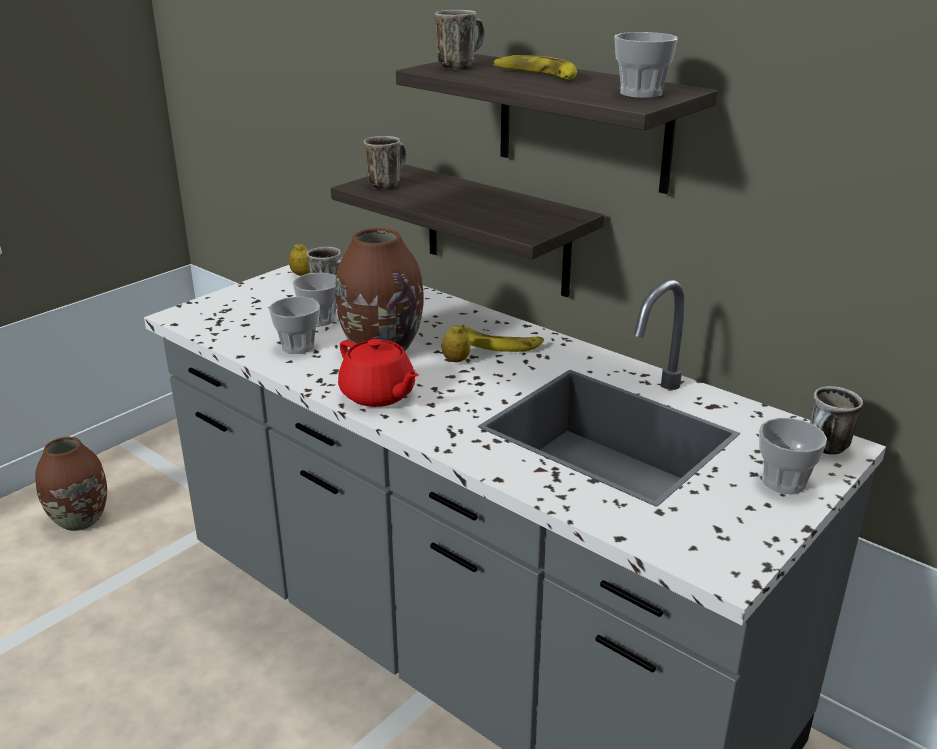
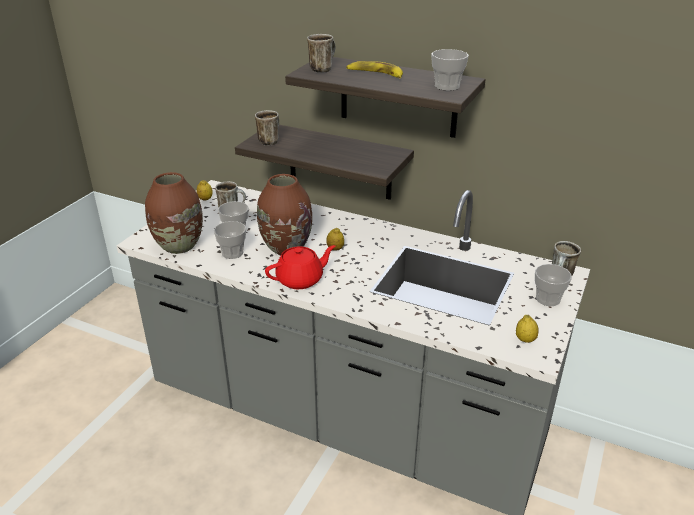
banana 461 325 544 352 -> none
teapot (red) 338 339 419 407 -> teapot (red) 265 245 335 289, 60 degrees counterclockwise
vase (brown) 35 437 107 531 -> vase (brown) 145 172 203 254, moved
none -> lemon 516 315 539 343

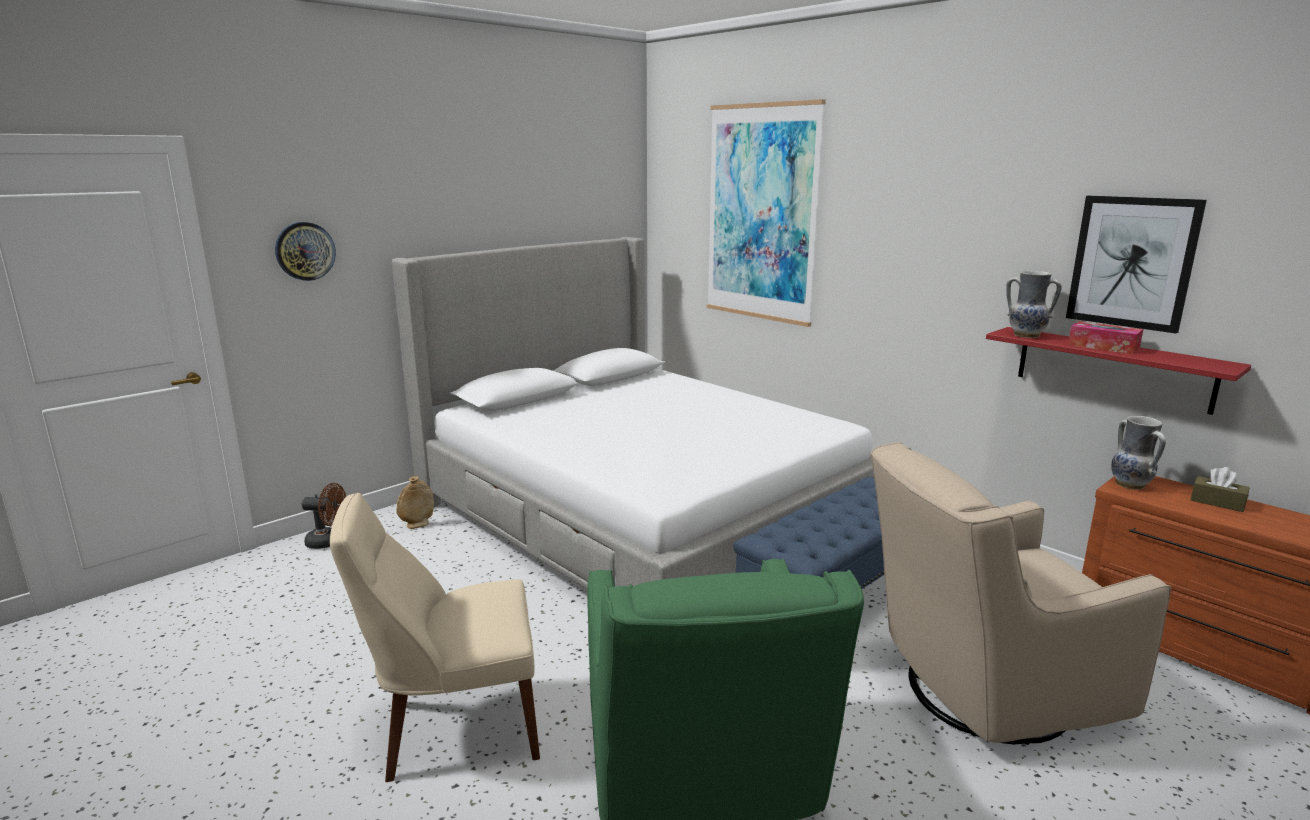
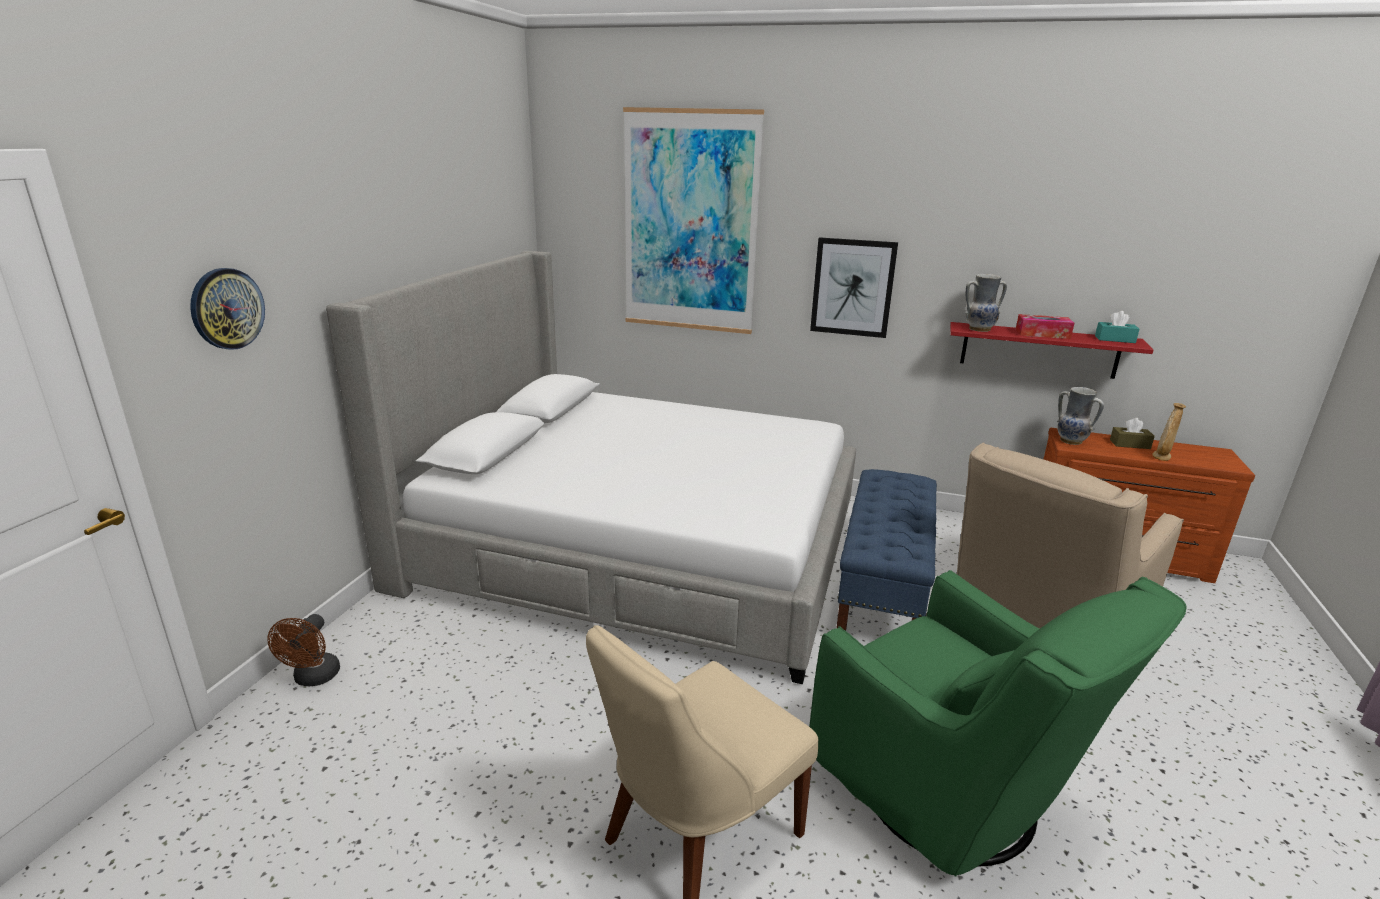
picture 1066 196 1207 333 -> picture 810 237 898 338, moved
vase (beige) 396 476 434 529 -> vase (beige) 1152 403 1186 461, moved
fan (brown) 302 483 346 549 -> fan (brown) 267 614 340 686, 120 degrees clockwise
none -> tissue box (turquoise) 1095 311 1140 343

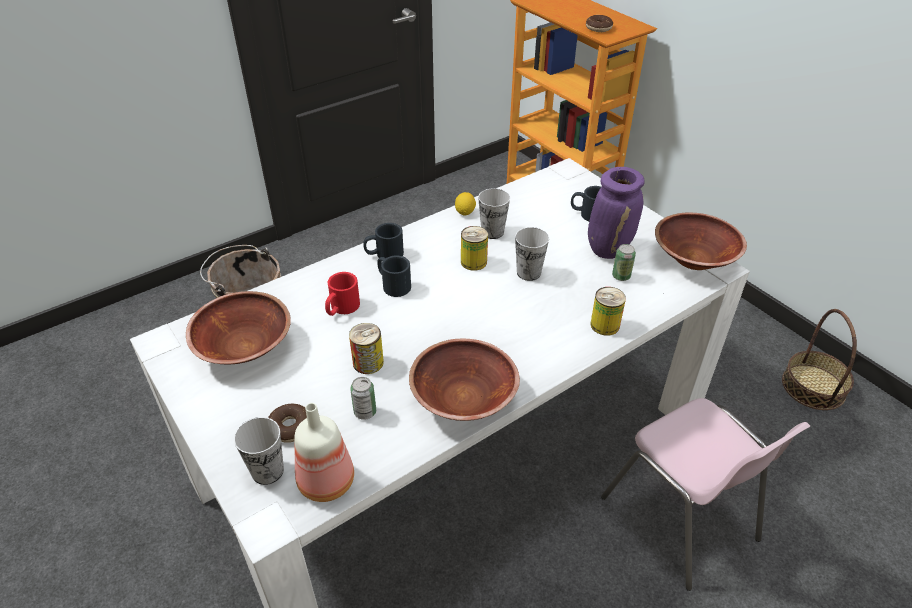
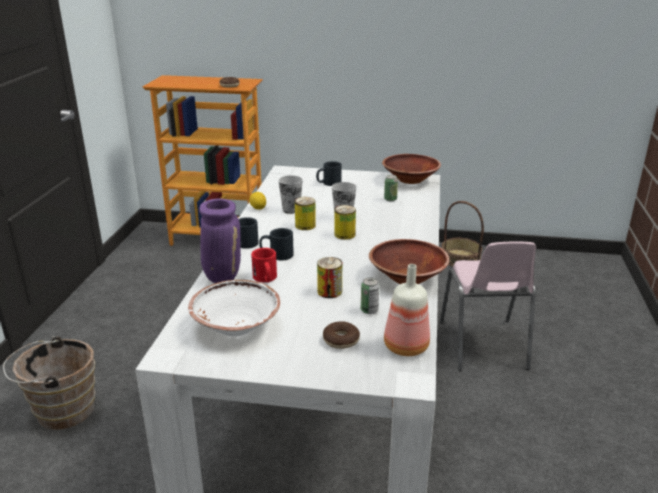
vase (purple) 588 167 645 259 -> vase (purple) 199 199 241 283, moved
can 590 287 626 336 -> can 334 205 356 240, moved
bowl (brown) 186 291 291 364 -> bowl (white) 188 280 280 336
chair (pink) 601 398 810 591 -> chair (pink) 440 242 536 371, 75 degrees clockwise
cup 234 417 284 485 -> none

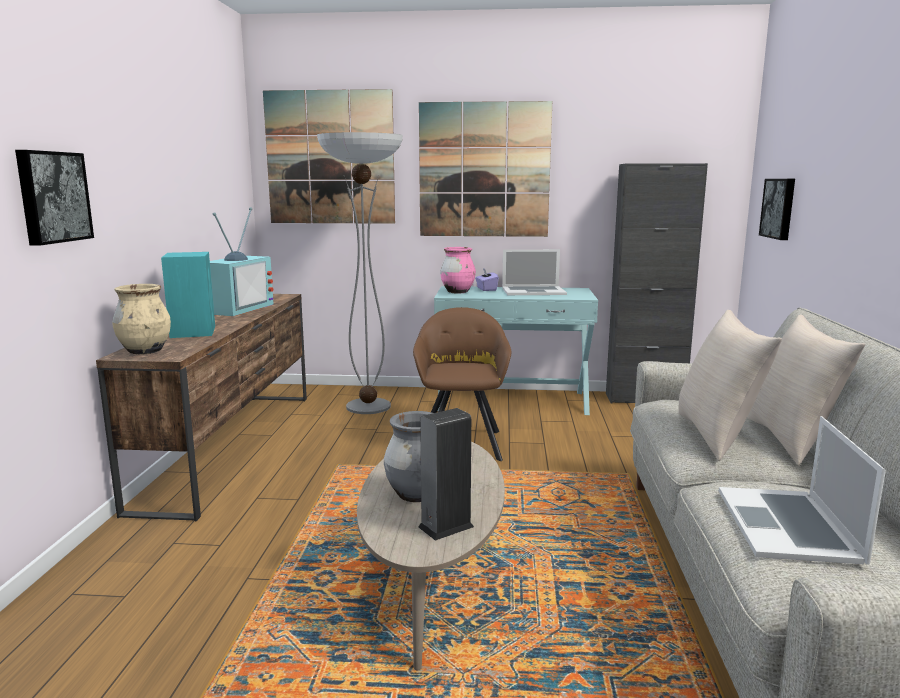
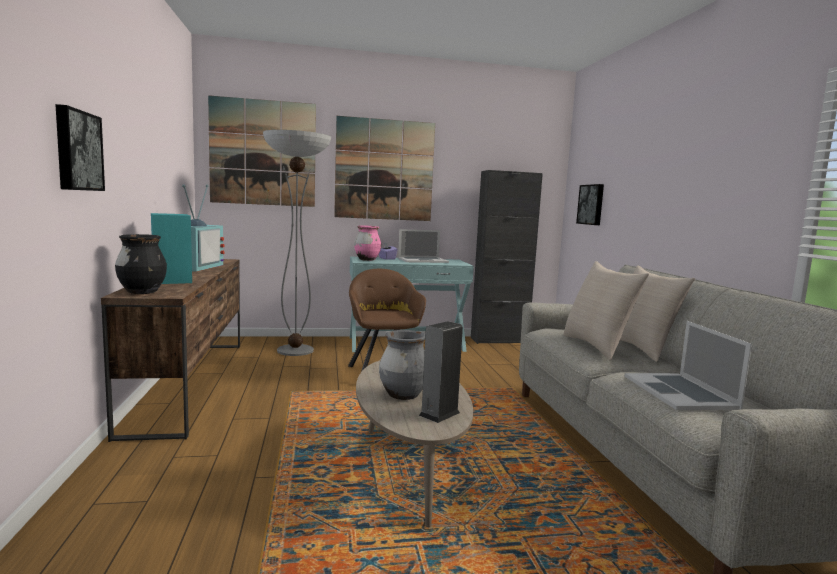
vase (beige) 112 284 171 355 -> vase (black) 115 234 167 294

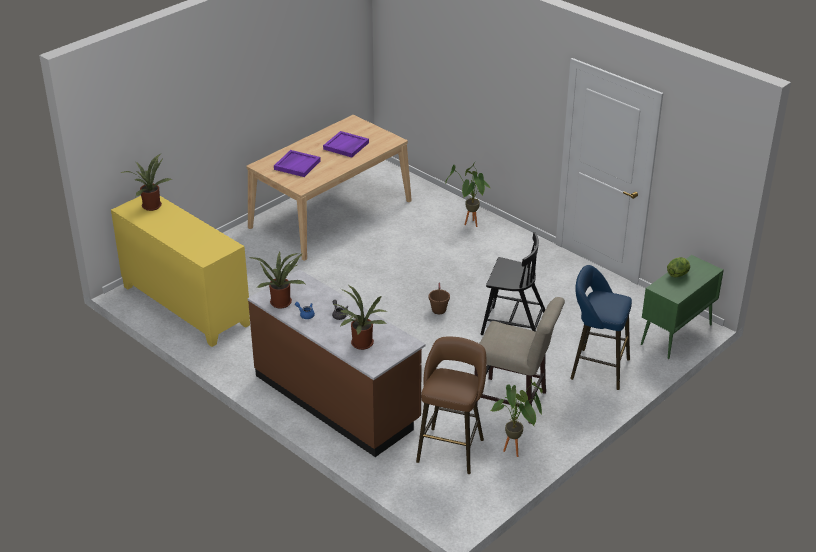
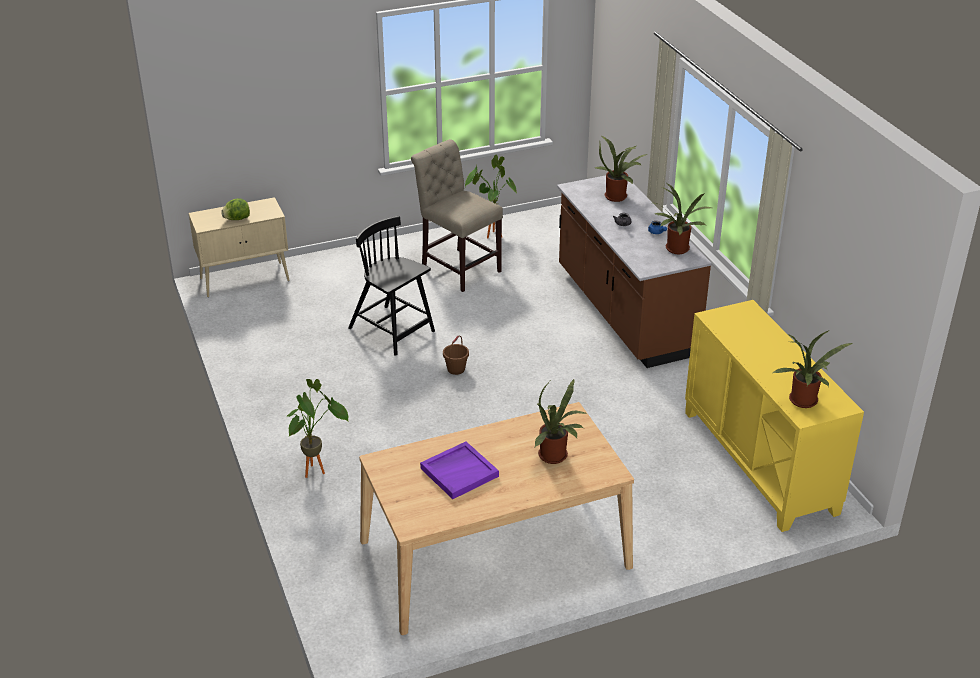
tray (purple) 274 150 321 177 -> potted plant 535 379 587 464
cabinet (green) 641 255 724 359 -> cabinet (beige) 189 197 289 297
stool (blue) 570 265 632 390 -> none
stool (brown) 416 337 487 474 -> none

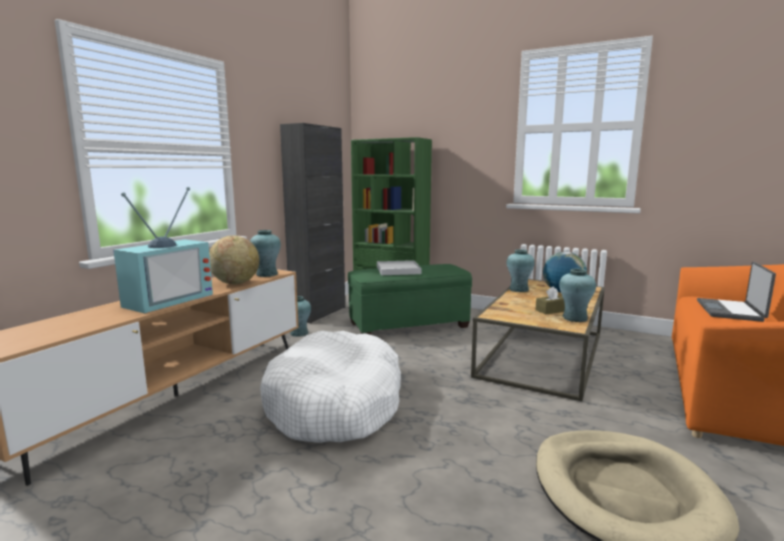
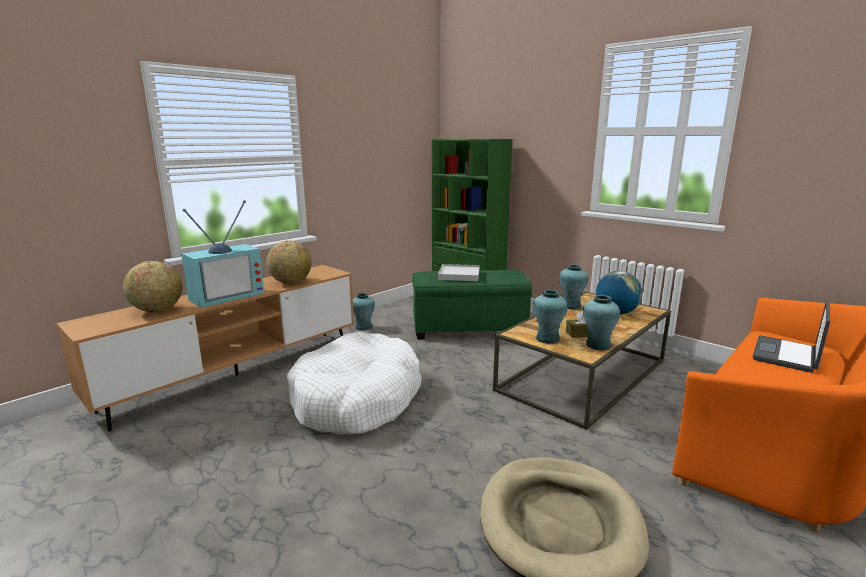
cabinet (black) 280 123 345 323 -> none
vase (turquoise) 250 230 281 277 -> vase (turquoise) 533 290 568 344, moved
none -> globe 123 261 182 313

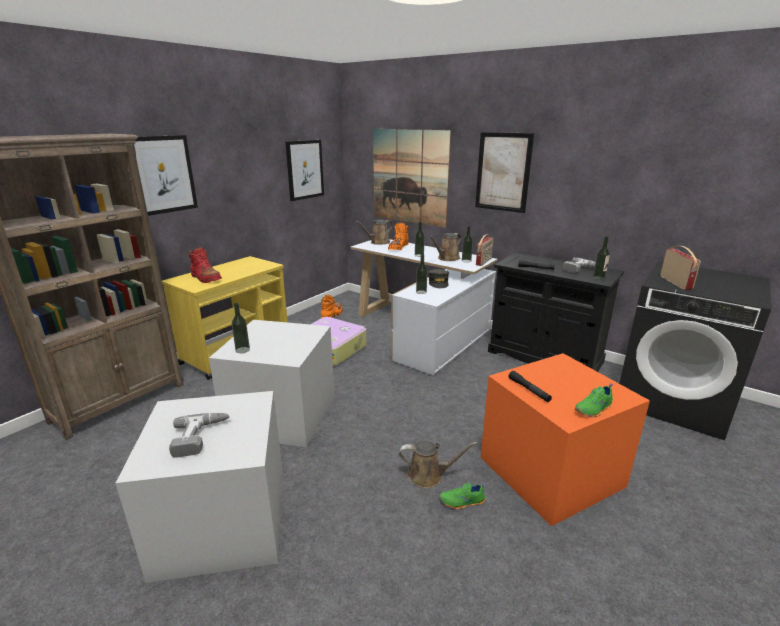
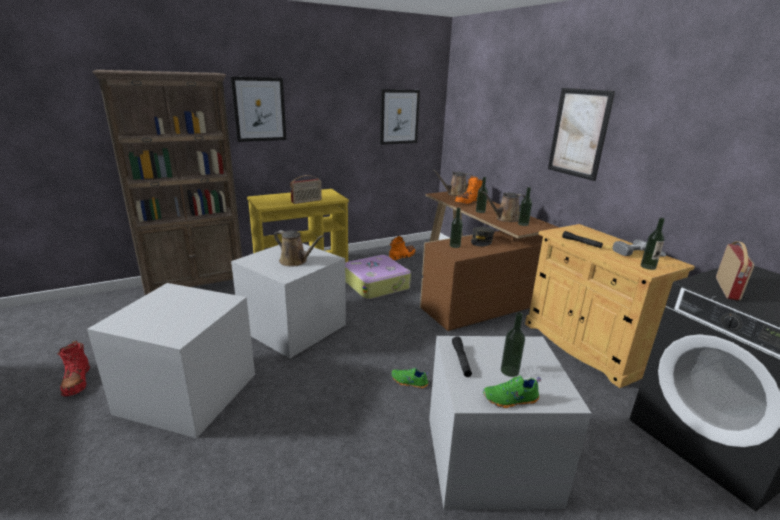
picture 373 129 451 228 -> none
radio 476 234 493 266 -> radio 290 175 322 204, moved
desk (white) 351 239 498 375 -> desk (brown) 420 191 560 331
boot (red) 188 247 222 283 -> boot (red) 57 341 90 396, moved
cabinet (black) 488 253 624 372 -> cabinet (beige) 525 224 695 388
bottle 232 303 250 353 -> bottle 501 312 525 377, moved
storage box (orange) 481 353 650 526 -> storage box (grey) 429 336 592 510
power drill 169 413 230 458 -> none
watering can (brown) 399 441 477 488 -> watering can (brown) 274 230 324 267, moved
shoe (green) 440 483 486 509 -> shoe (green) 391 368 429 388, moved

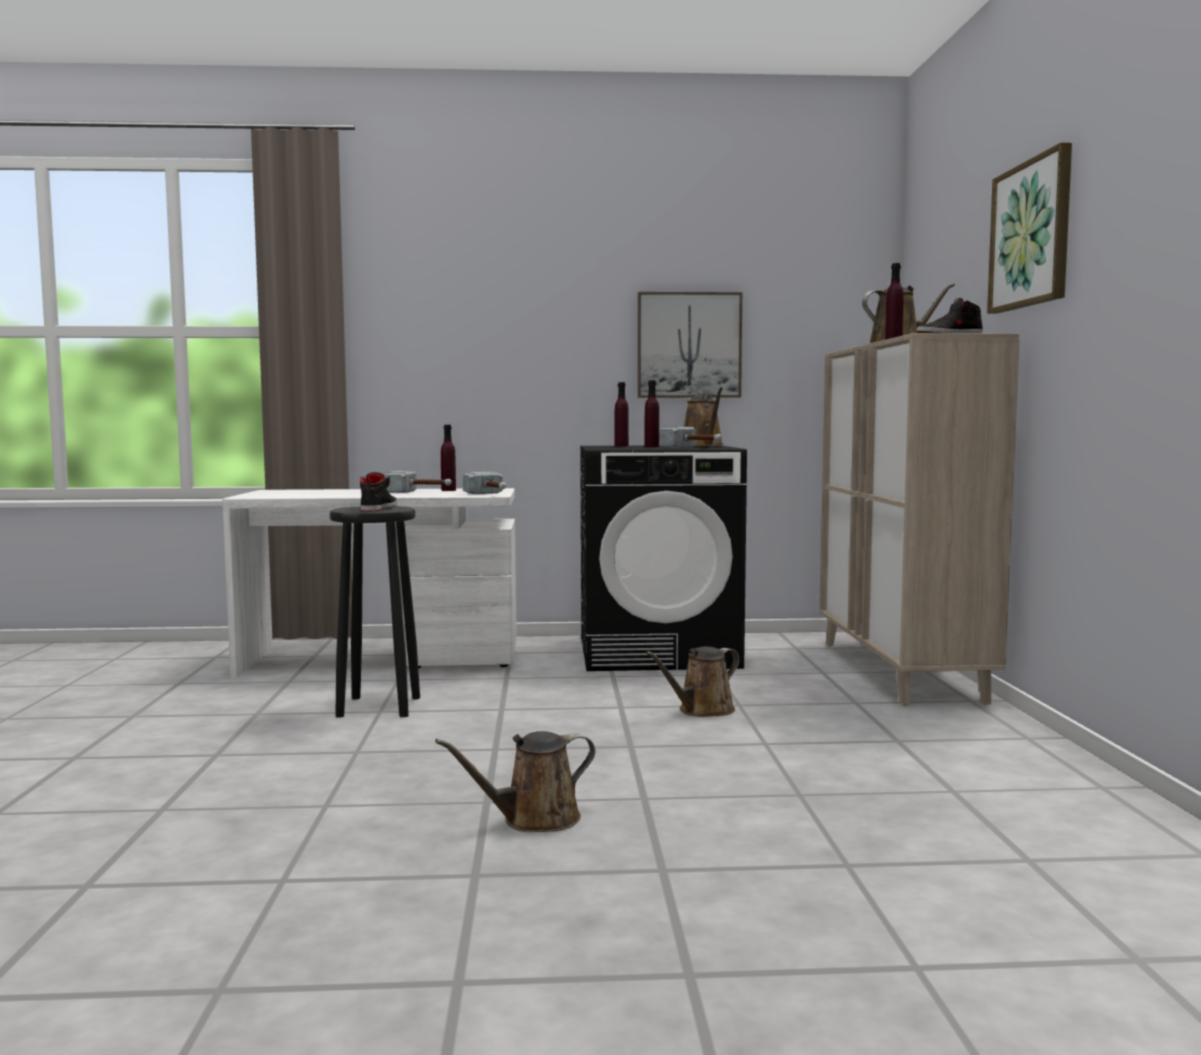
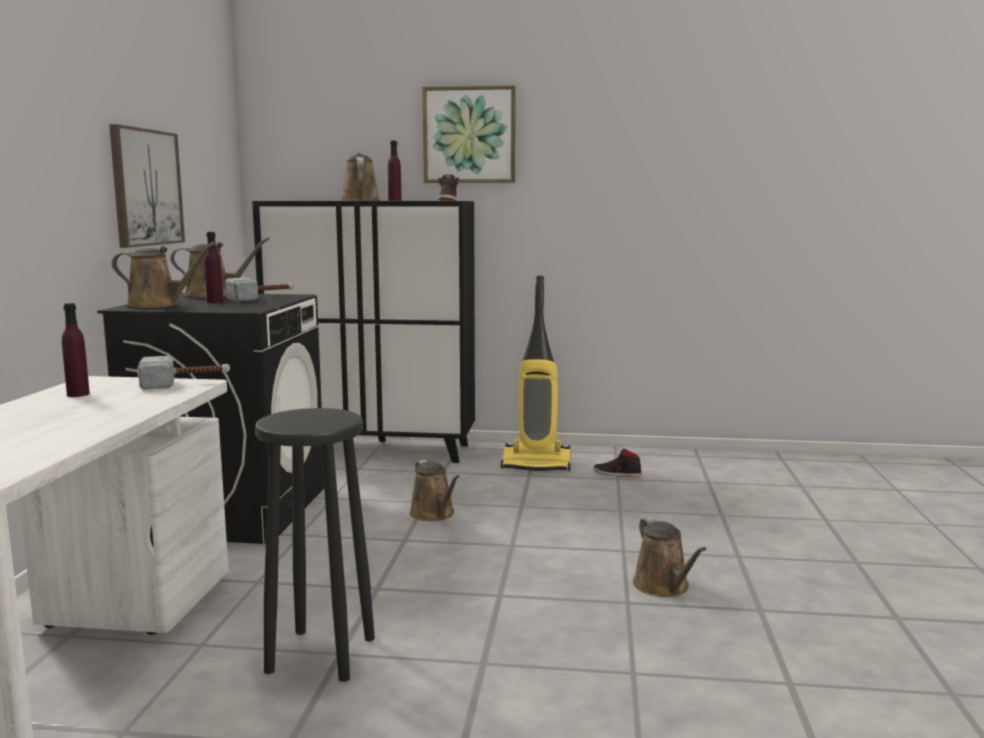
cabinet (beige) 820 333 1020 706 -> cabinet (black) 252 201 475 463
bottle (purple) 614 382 629 446 -> watering can (brown) 112 241 216 308
hammer 384 471 452 493 -> none
shoe (black) 360 472 397 511 -> shoe (black) 593 449 642 477, moved
none -> vacuum cleaner 501 276 570 471

